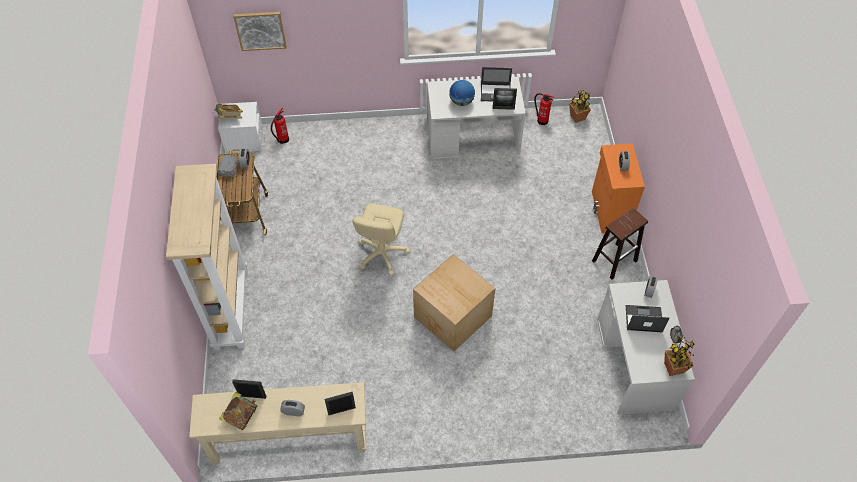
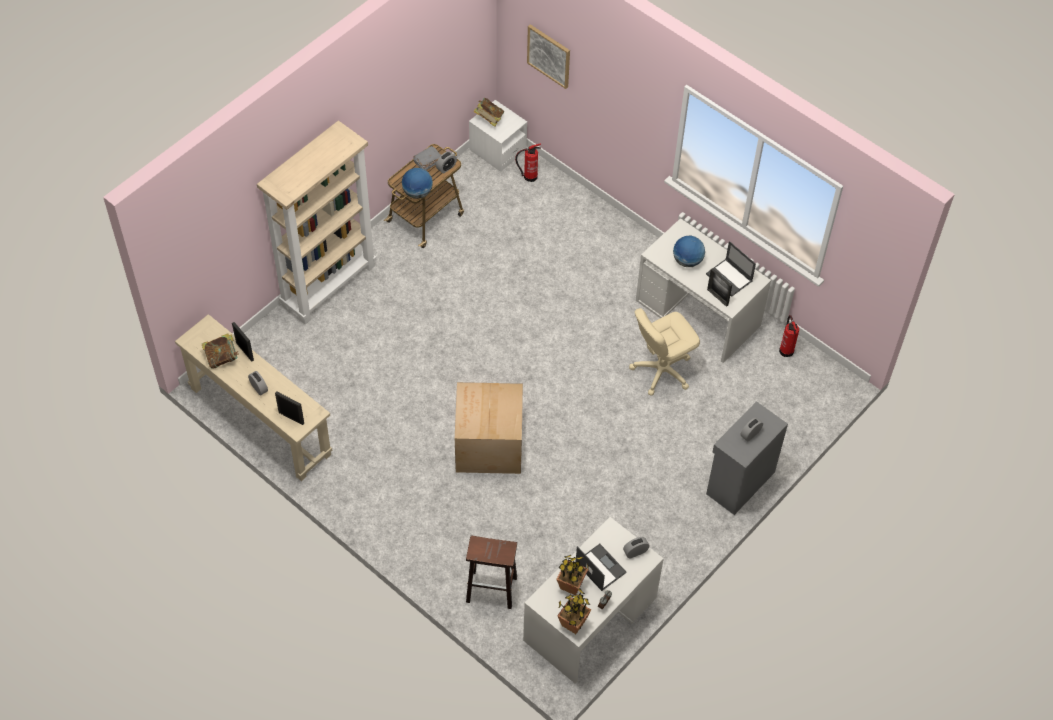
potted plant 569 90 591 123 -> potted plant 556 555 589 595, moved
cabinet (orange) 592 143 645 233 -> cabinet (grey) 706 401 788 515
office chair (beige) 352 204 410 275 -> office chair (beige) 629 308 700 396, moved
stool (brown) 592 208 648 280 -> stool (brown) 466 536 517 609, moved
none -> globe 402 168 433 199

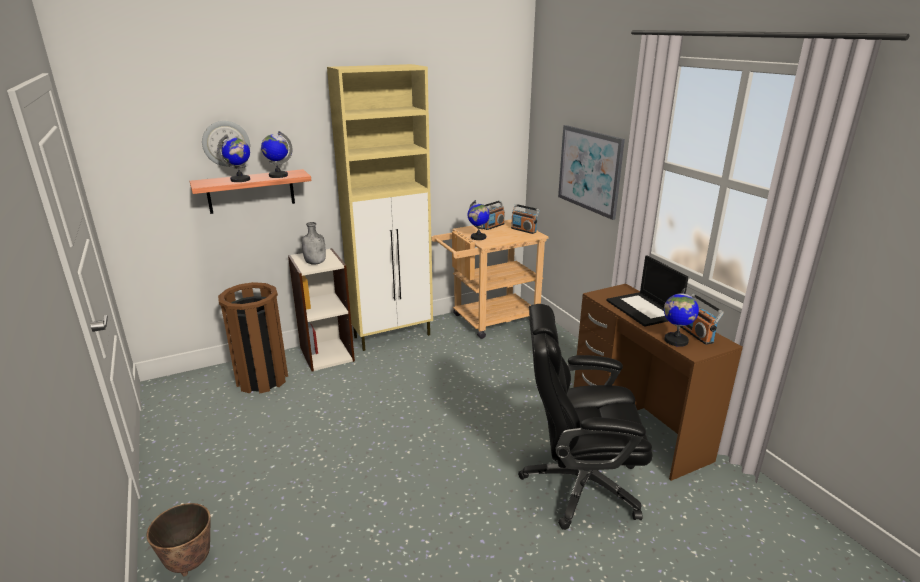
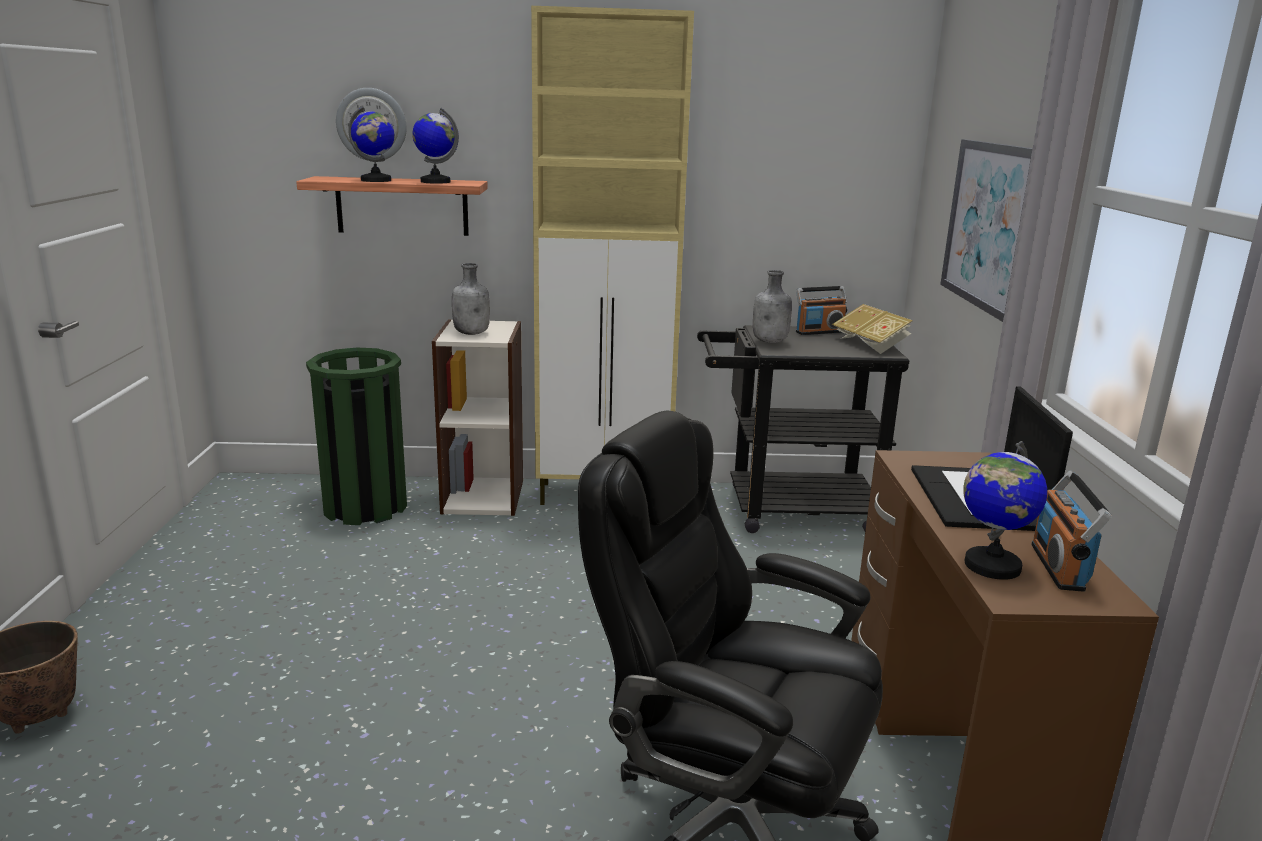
globe 467 200 490 240 -> bottle (grey) 753 270 792 343
radio 511 204 540 234 -> book 832 304 913 354
cart (beige) 431 219 549 339 -> cart (black) 697 325 909 533
trash can (brown) 218 282 288 394 -> trash can (green) 306 348 407 525

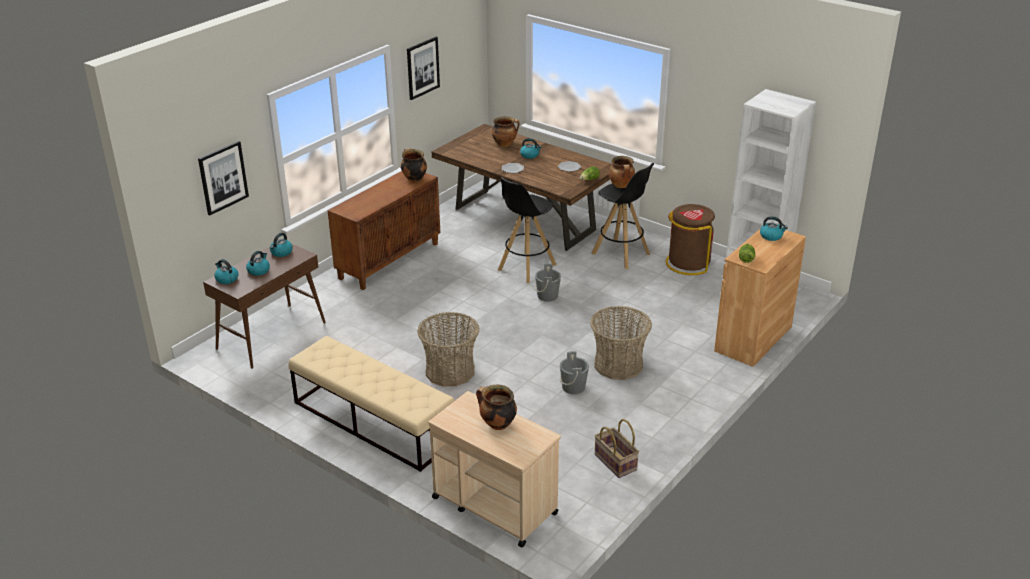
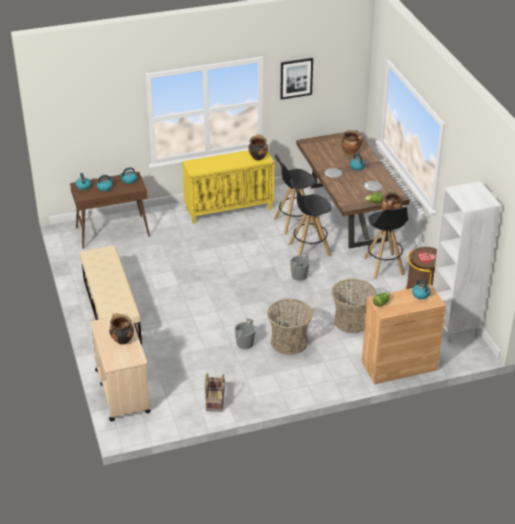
picture 198 141 249 215 -> none
cabinet (brown) 327 171 440 290 -> cabinet (yellow) 182 150 274 224
basket 417 312 479 386 -> basket 331 279 376 333, moved
none -> stool (black) 274 155 316 235

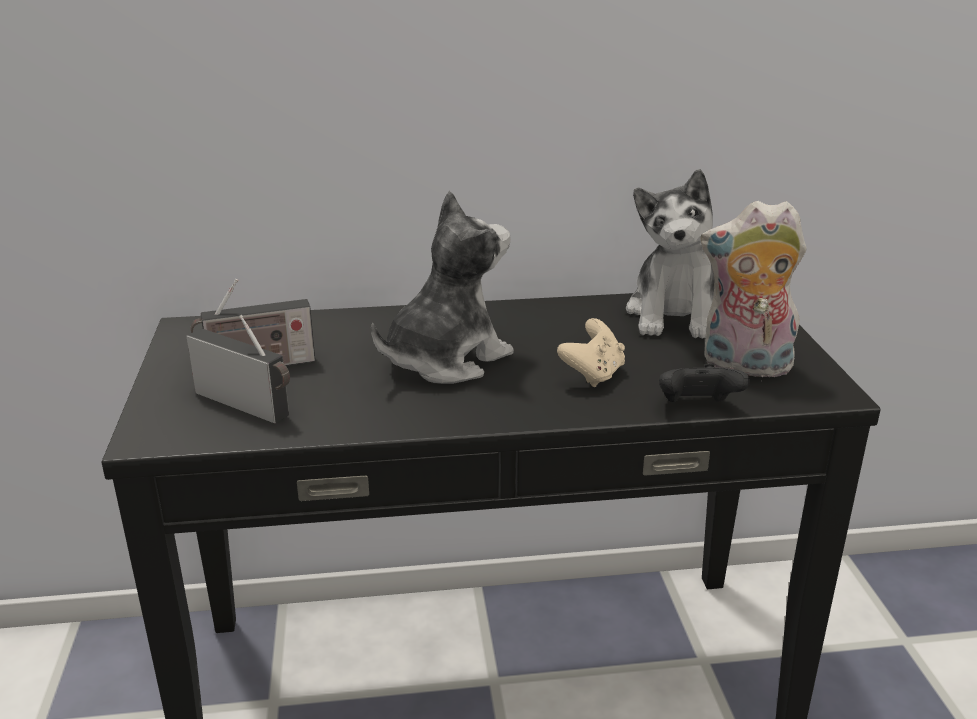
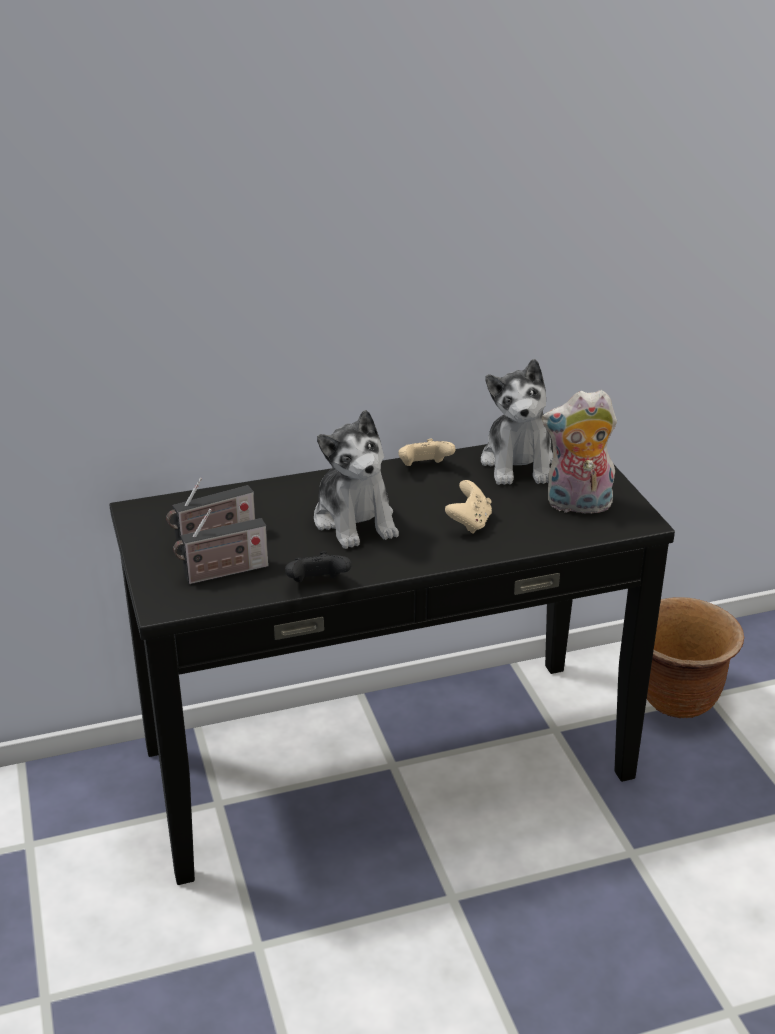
plush toy 371 191 514 384 -> plush toy 314 410 399 549, 120 degrees clockwise
radio 187 315 290 424 -> radio 173 509 269 584, 135 degrees clockwise
game controller (black) 659 363 750 402 -> game controller (black) 285 551 352 582, moved
none -> game controller (beige) 398 439 456 466
none -> planter (brown) 647 597 744 718

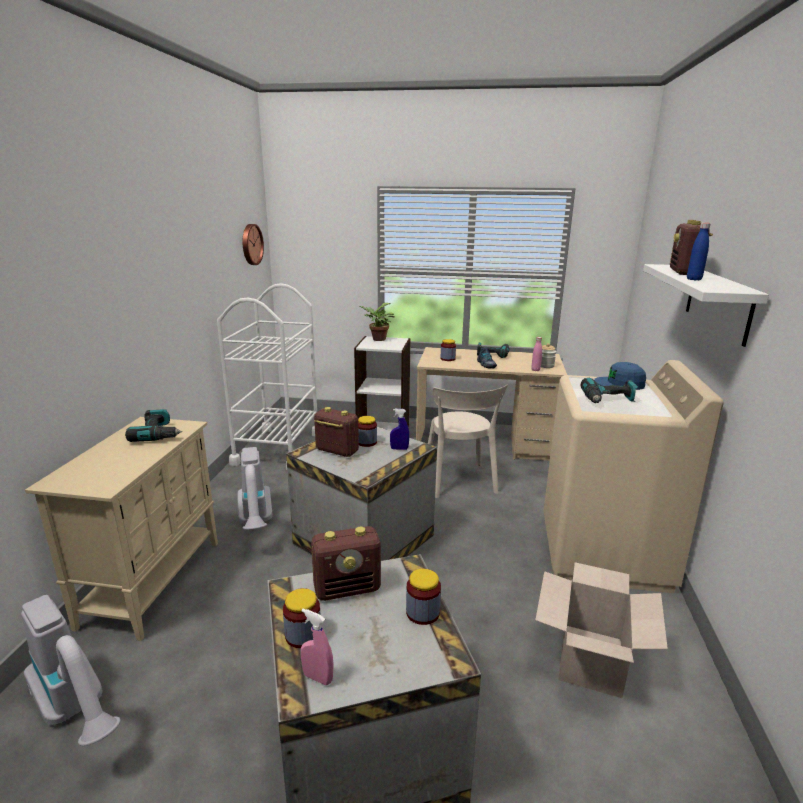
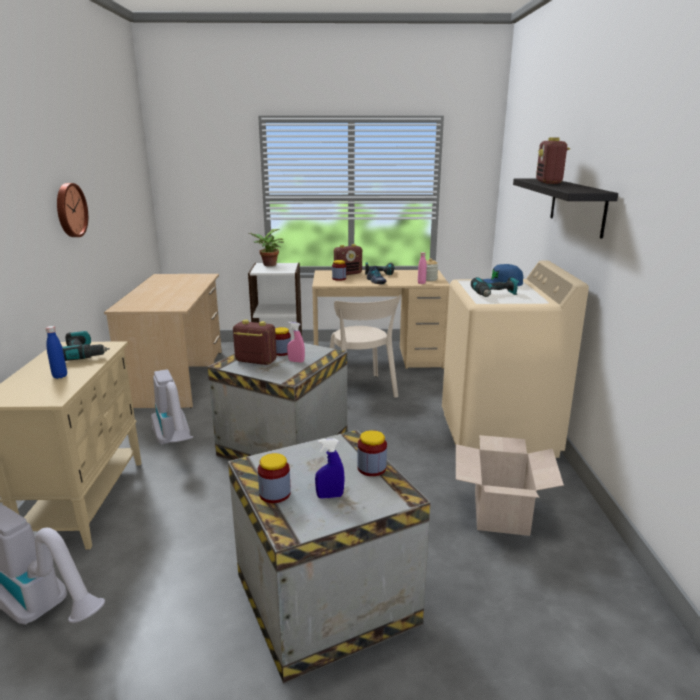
bottle (blue) 687 223 710 280 -> bottle (blue) 46 326 67 379, moved
wall clock 243 224 264 265 -> wall clock 57 183 88 237, moved
shelf (white) 643 264 769 347 -> shelf (black) 513 179 618 239
cart (white) 217 283 317 470 -> desk (beige) 104 274 222 408
spray bottle (blue) 390 409 409 450 -> spray bottle (blue) 315 438 345 499, moved
radio 311 526 381 601 -> radio 334 244 362 275, moved
spray bottle (pink) 301 608 334 685 -> spray bottle (pink) 287 322 305 363, moved

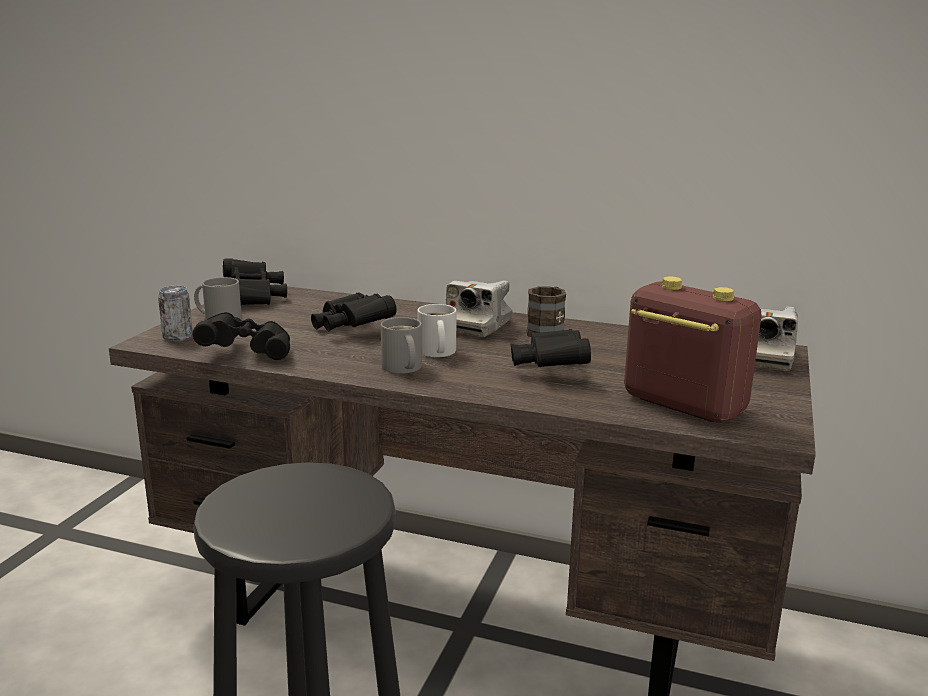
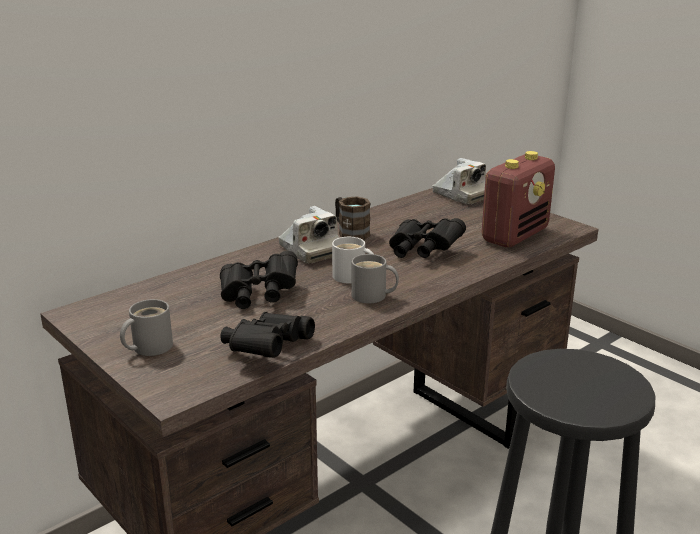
binoculars (black) 223 258 287 305 -> none
radio 624 277 762 423 -> radio 482 151 555 247, 150 degrees clockwise
can 158 286 193 342 -> none

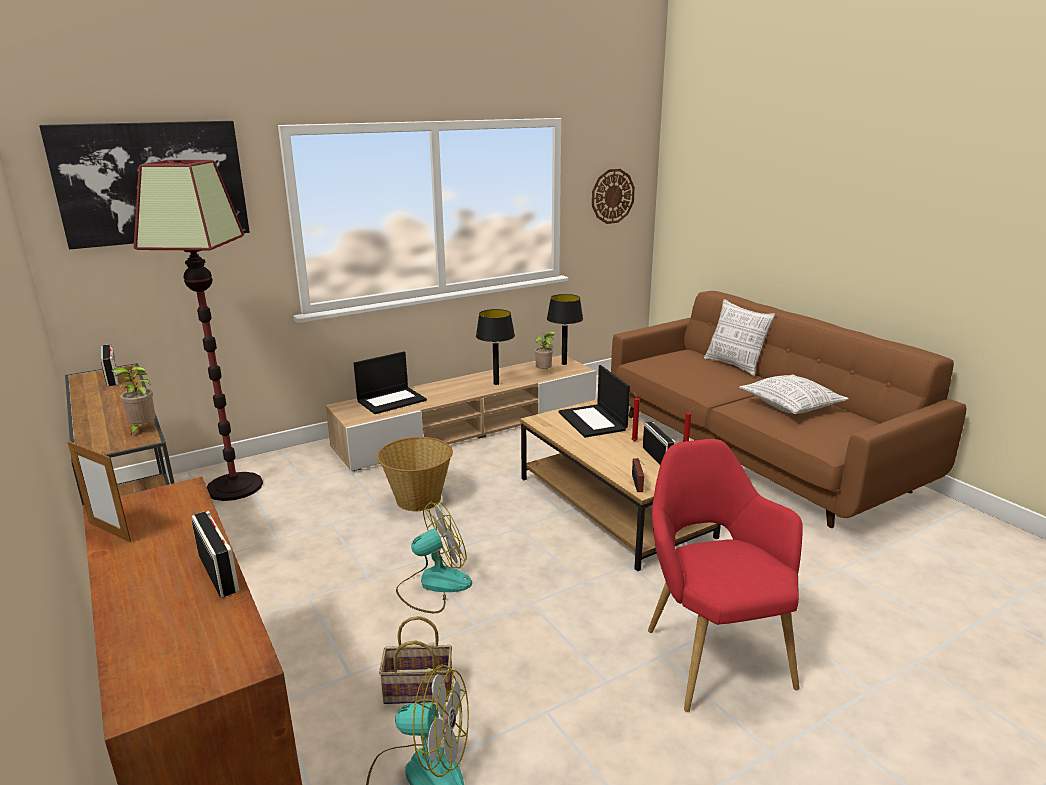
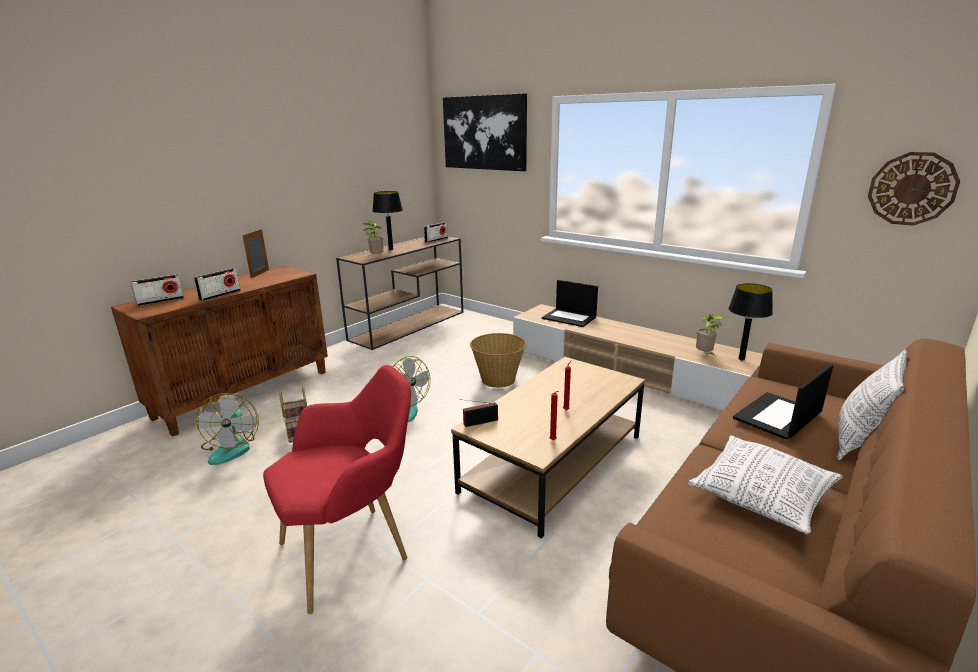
floor lamp 134 160 263 501 -> none
table lamp (black) 476 309 515 385 -> table lamp (black) 373 191 403 250, moved
laptop 559 365 630 438 -> laptop 733 364 833 440, moved
radio 643 422 676 465 -> radio 131 274 184 306, moved

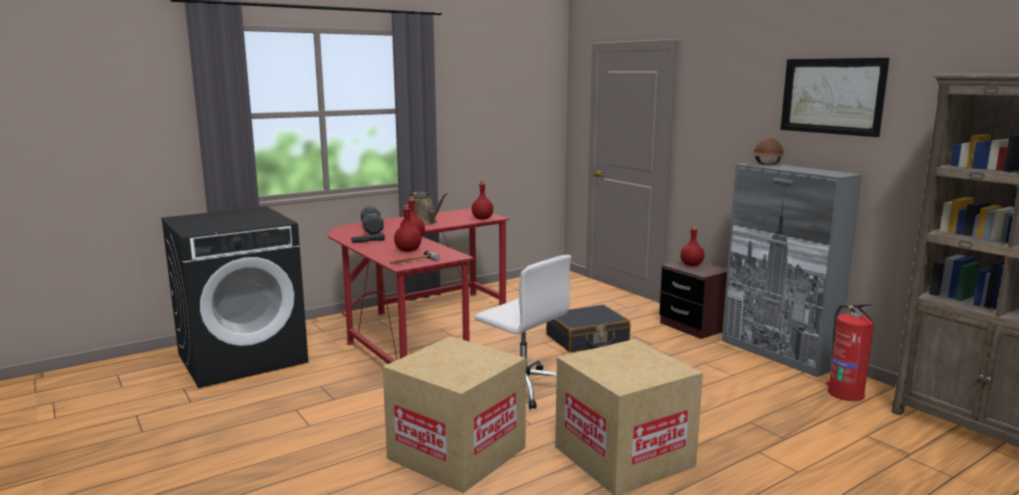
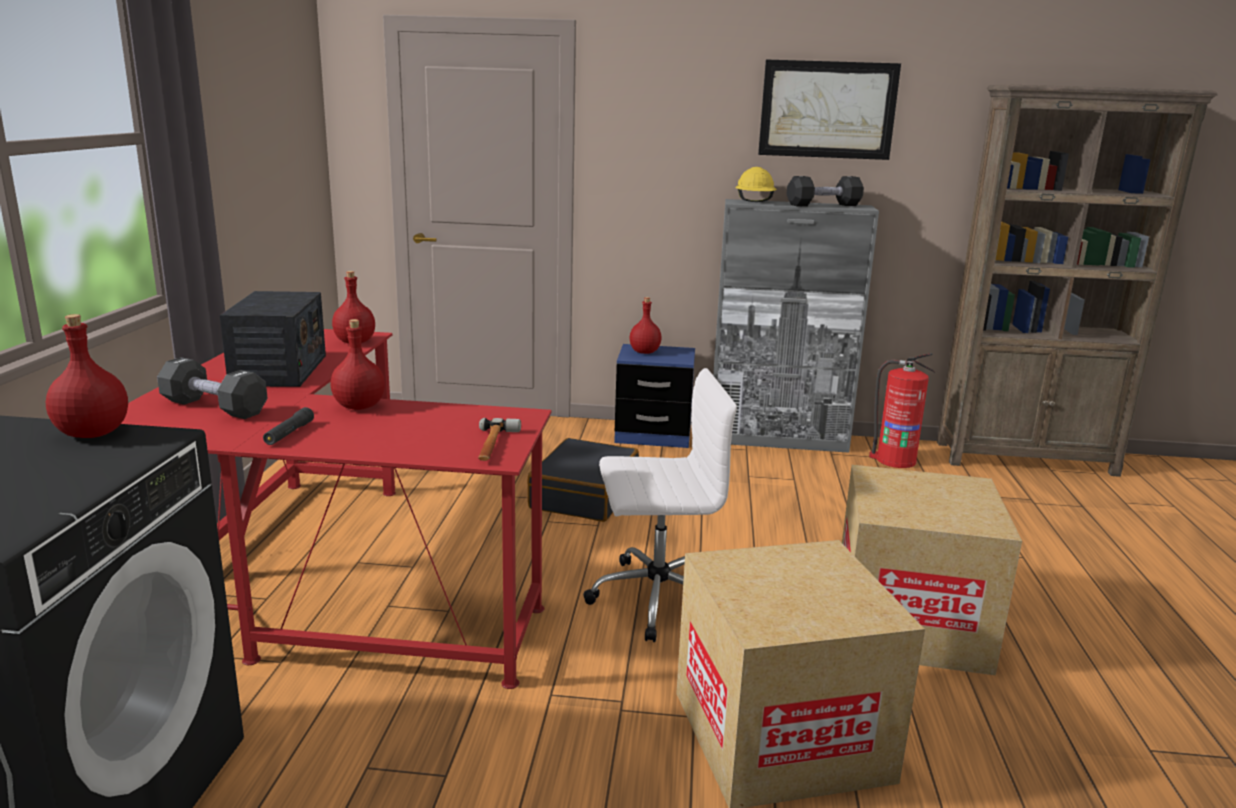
hard hat (brown) 749 138 784 165 -> hard hat (yellow) 735 167 777 202
watering can (brown) 409 192 448 225 -> radio 220 291 326 387
bottle (red) 394 205 421 252 -> bottle (red) 46 314 128 438, moved
nightstand (brown) 659 261 728 339 -> nightstand (blue) 614 344 695 448
none -> dumbbell (black) 787 176 864 206

